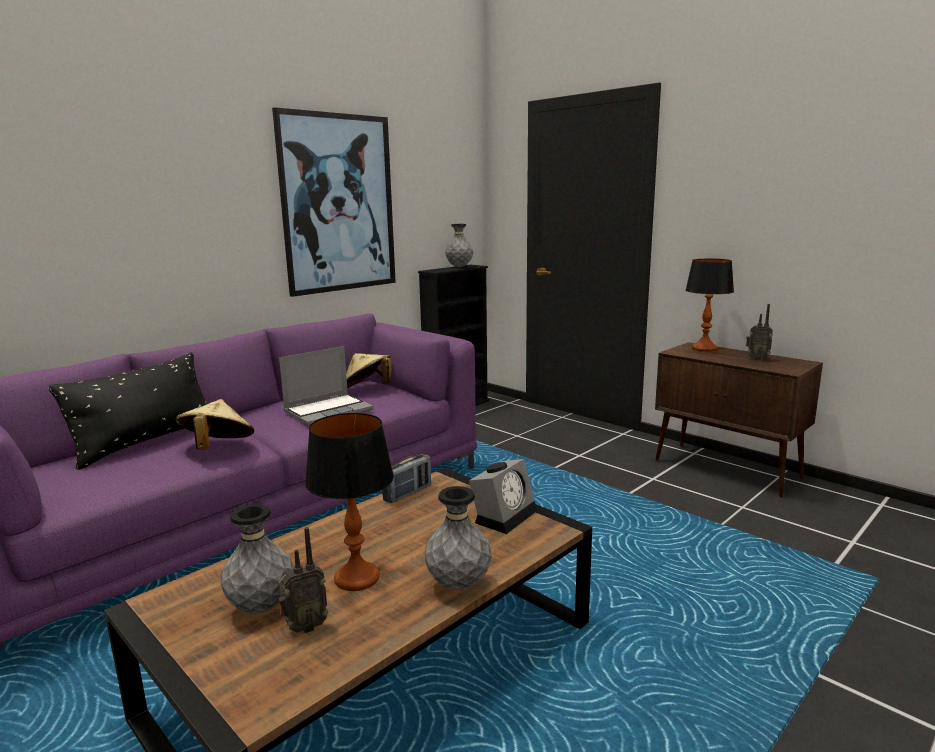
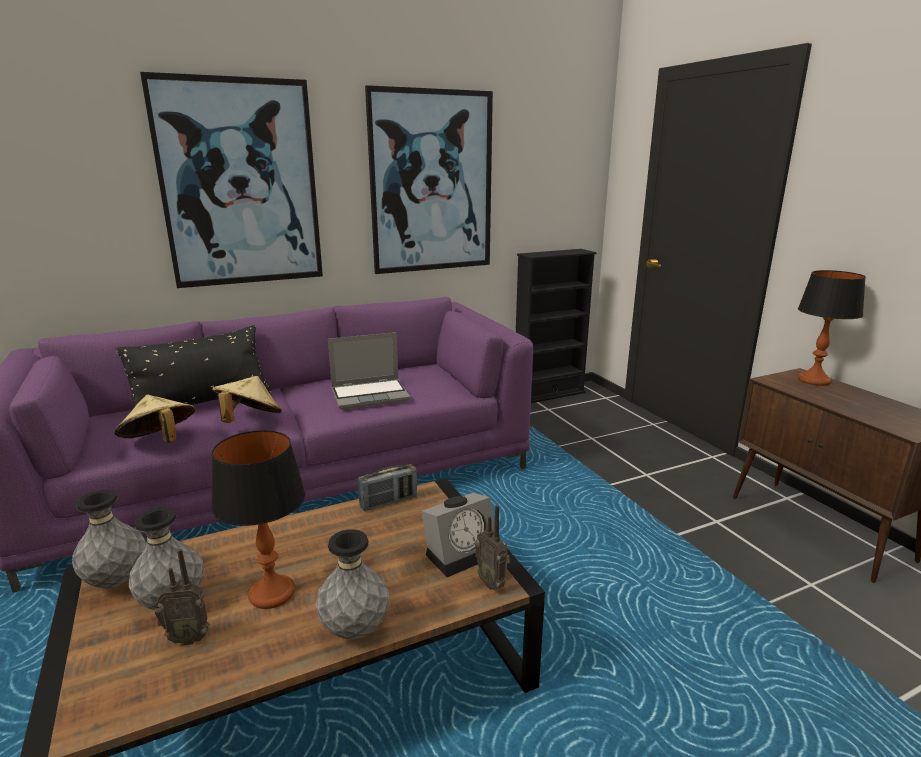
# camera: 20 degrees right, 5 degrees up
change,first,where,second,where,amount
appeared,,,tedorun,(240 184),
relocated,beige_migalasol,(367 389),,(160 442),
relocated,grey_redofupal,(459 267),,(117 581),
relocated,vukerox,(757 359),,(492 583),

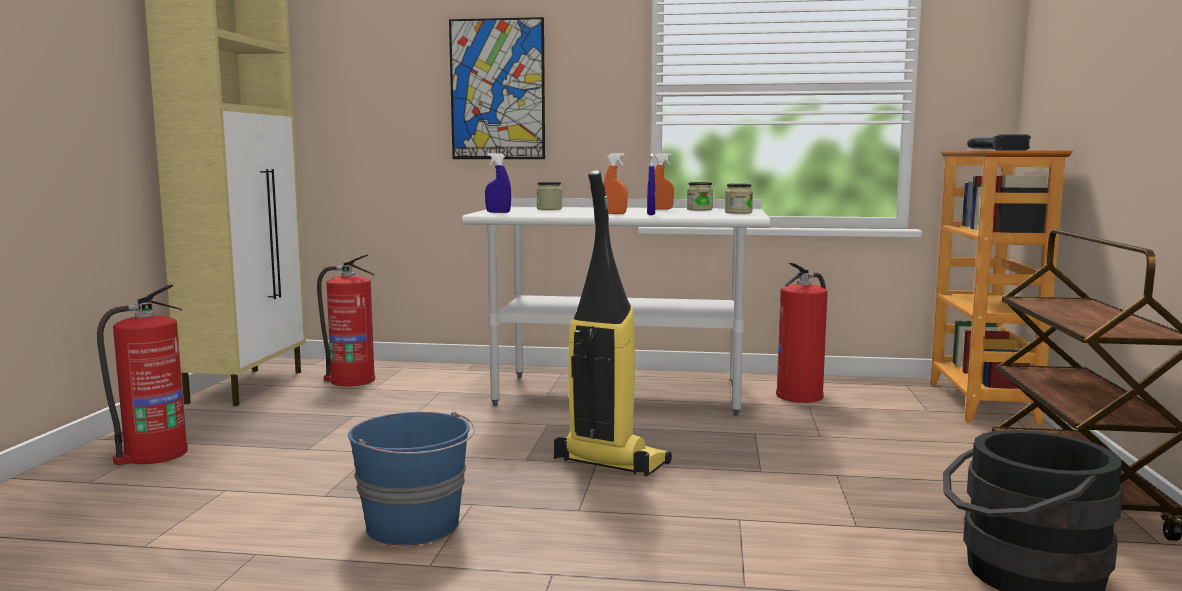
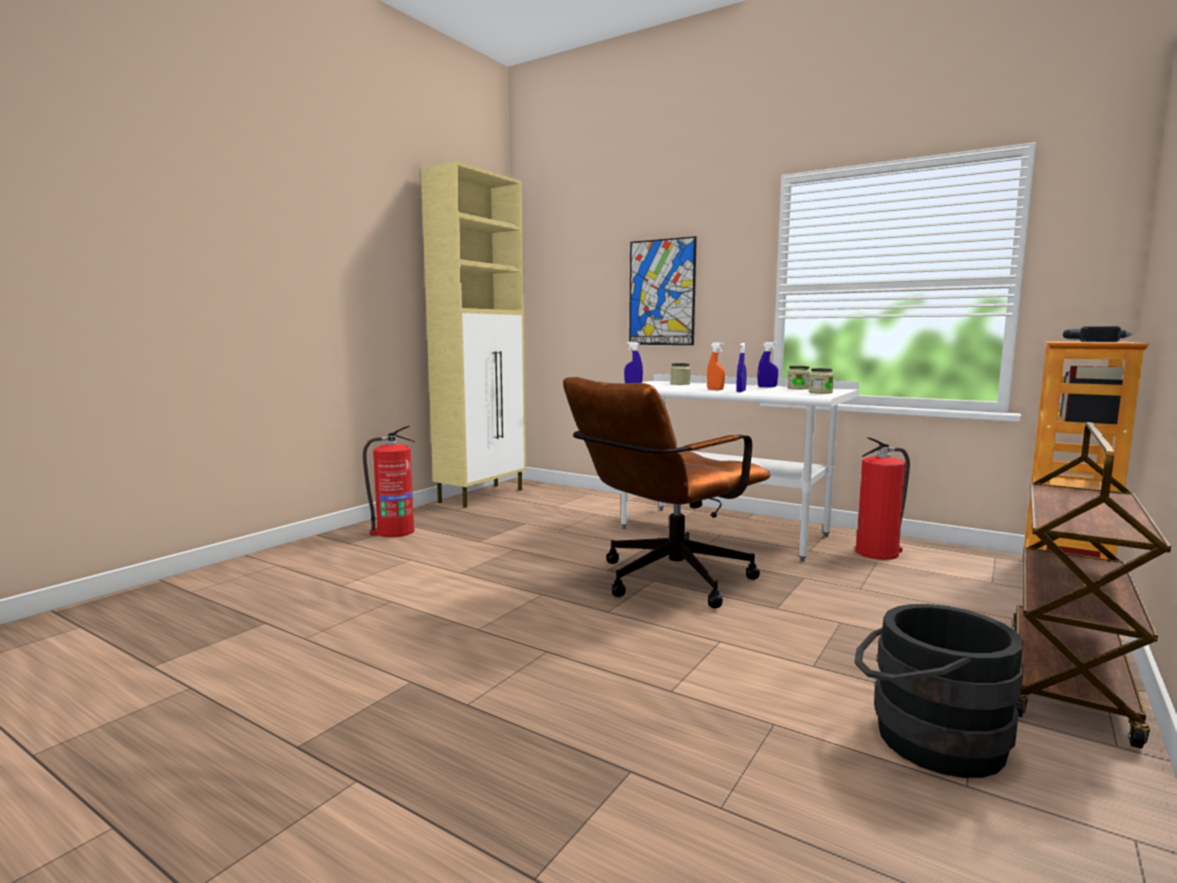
# camera: 25 degrees right, 0 degrees up
change,first,where,second,where,amount
missing,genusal,(351 380),,,
missing,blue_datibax,(414 525),,,
exchanged,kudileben,(609 463),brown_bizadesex,(664 582),
colour,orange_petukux,(661 209),blue_petukux,(767 387),

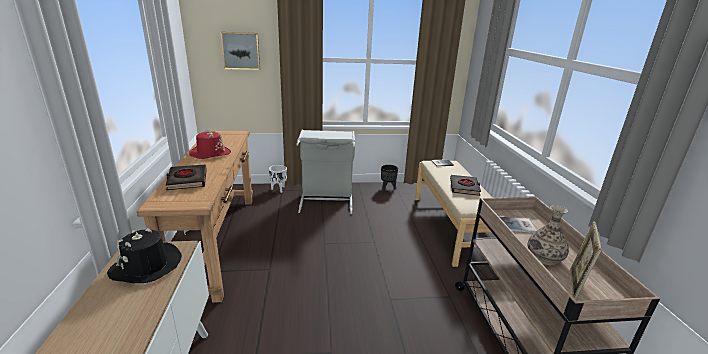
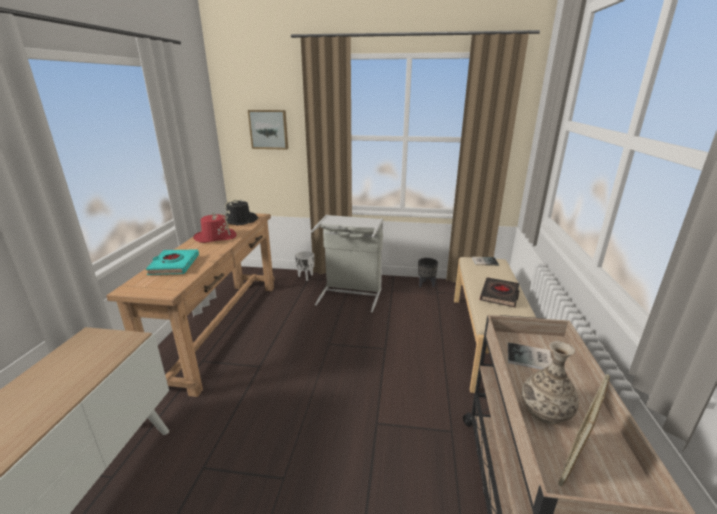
# camera: 15 degrees right, 0 degrees up
change,first,where,second,where,amount
relocated,black_migalasol,(146 266),,(239 221),
colour,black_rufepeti,(187 180),turquoise_rufepeti,(174 265),

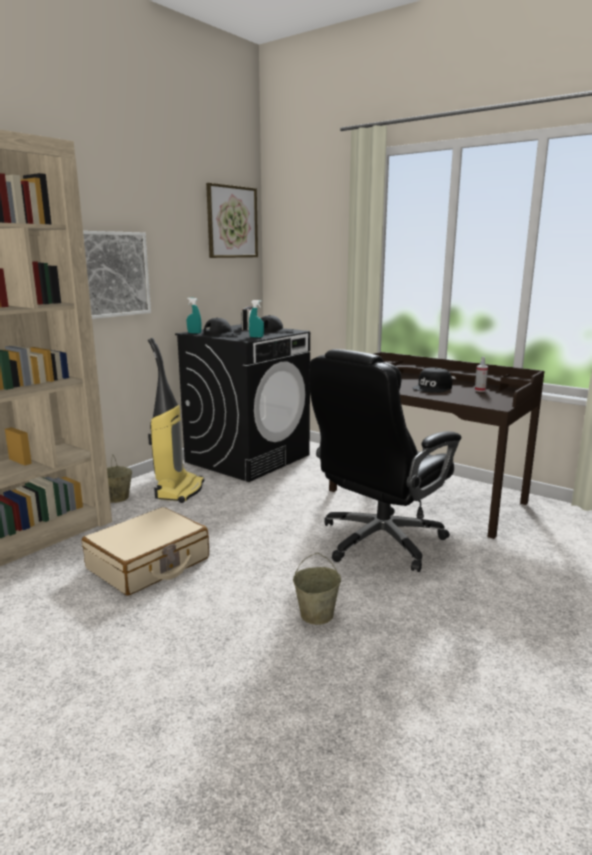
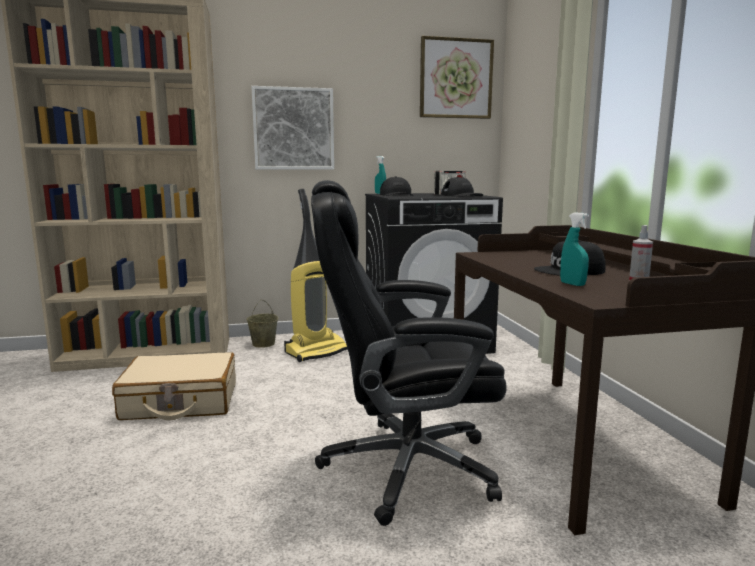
# camera: 40 degrees right, 5 degrees down
change,first,where,second,where,amount
missing,beige_datibax,(317 614),,,
relocated,turquoise_petukux,(256 337),,(572 284),

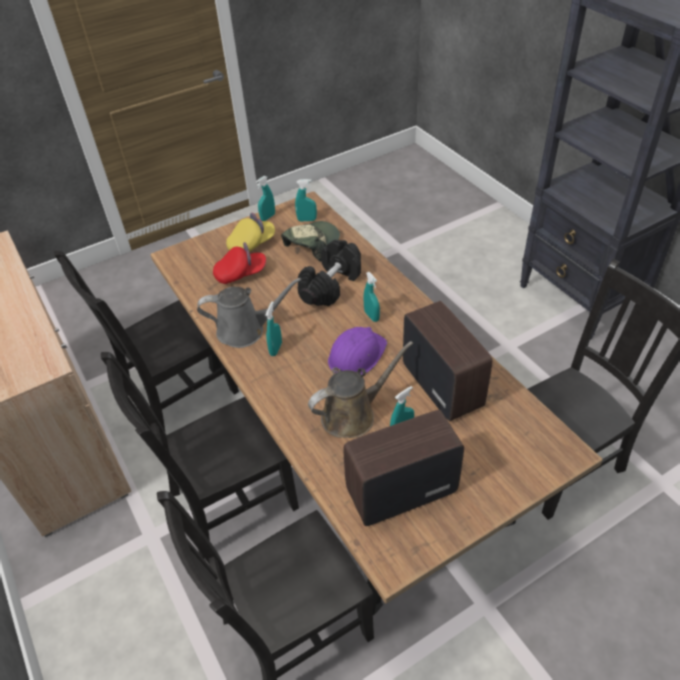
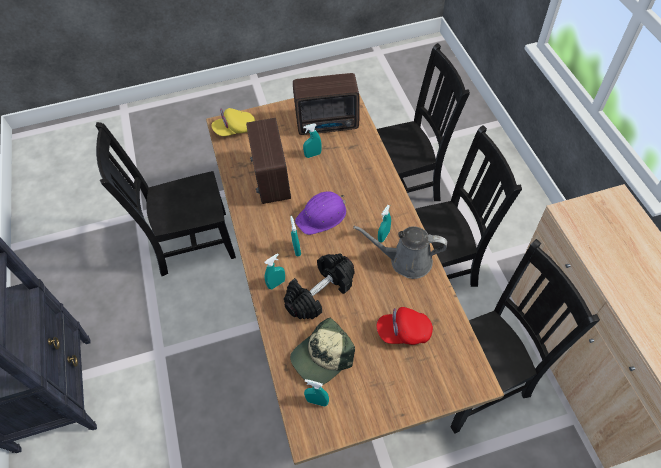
# camera: 165 degrees left, 10 degrees up
change,first,where,second,where,amount
missing,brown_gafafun,(353 415),,,
relocated,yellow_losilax,(252 244),,(235 129),
relocated,turquoise_petukux,(268 217),,(276 283),

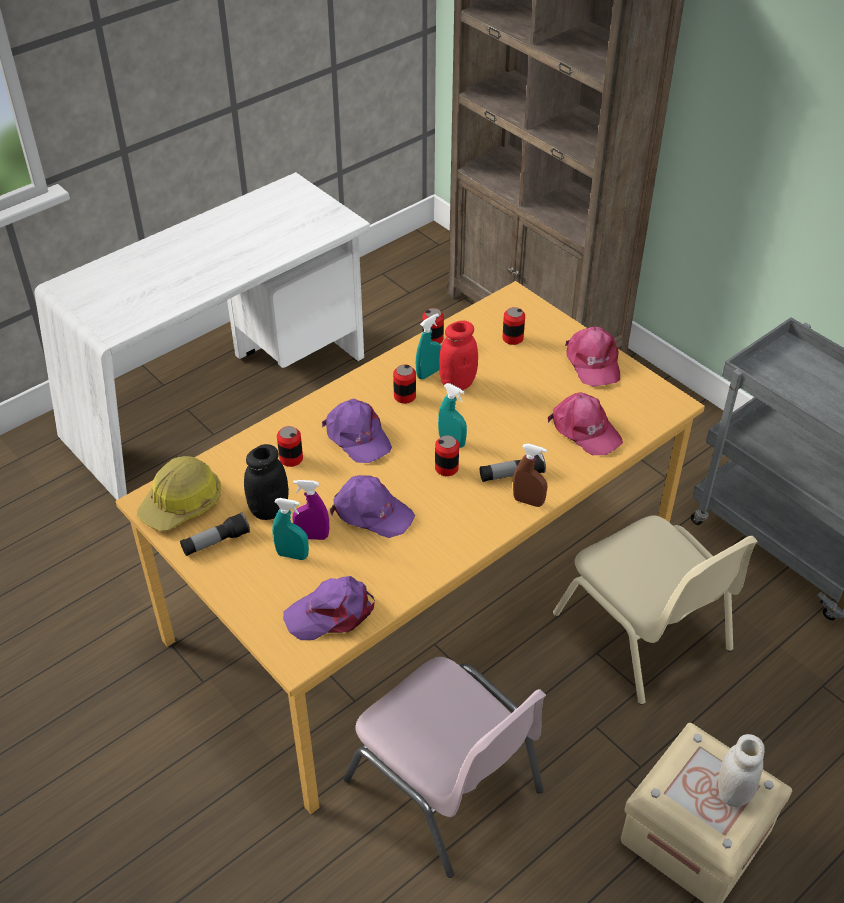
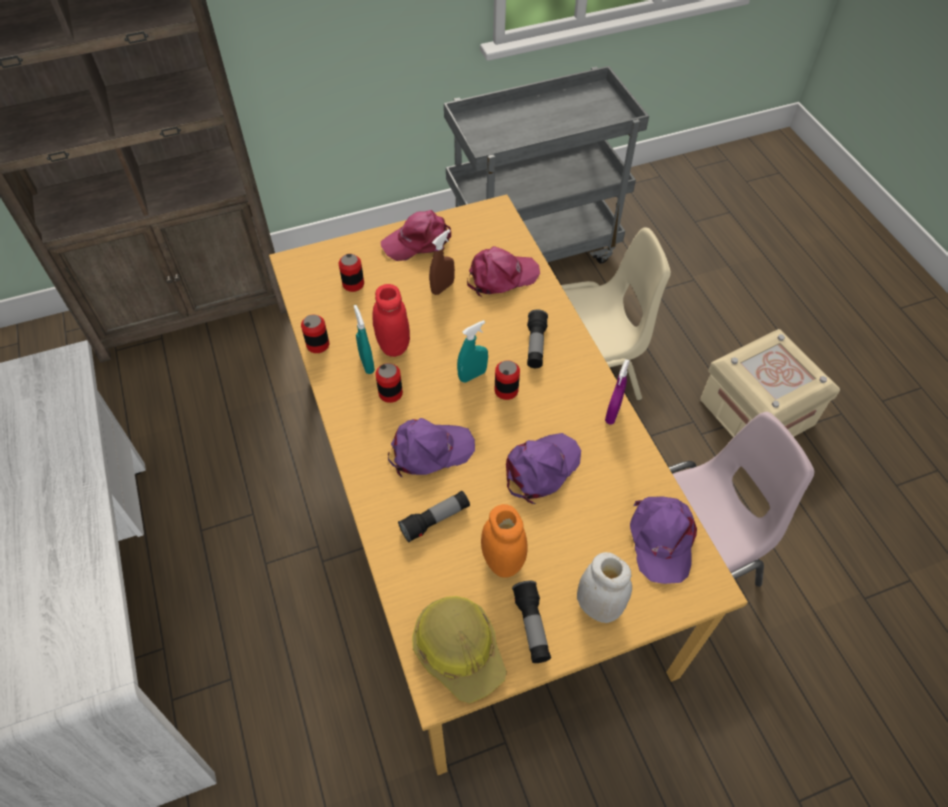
# camera: 70 degrees left, 10 degrees up
change,first,where,second,where,amount
missing,turquoise_petukux,(292 555),,,
relocated,purple_petukux,(312 536),,(612 413),
relocated,brown_petukux,(528 501),,(442 287),
relocated,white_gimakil,(733 792),,(598 606),
exchanged,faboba,(291 459),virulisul,(435 520),
colour,black_gimakil,(269 509),orange_gimakil,(502 561),
spun,pink_losilax,(592 362),,(418 241),150 degrees clockwise

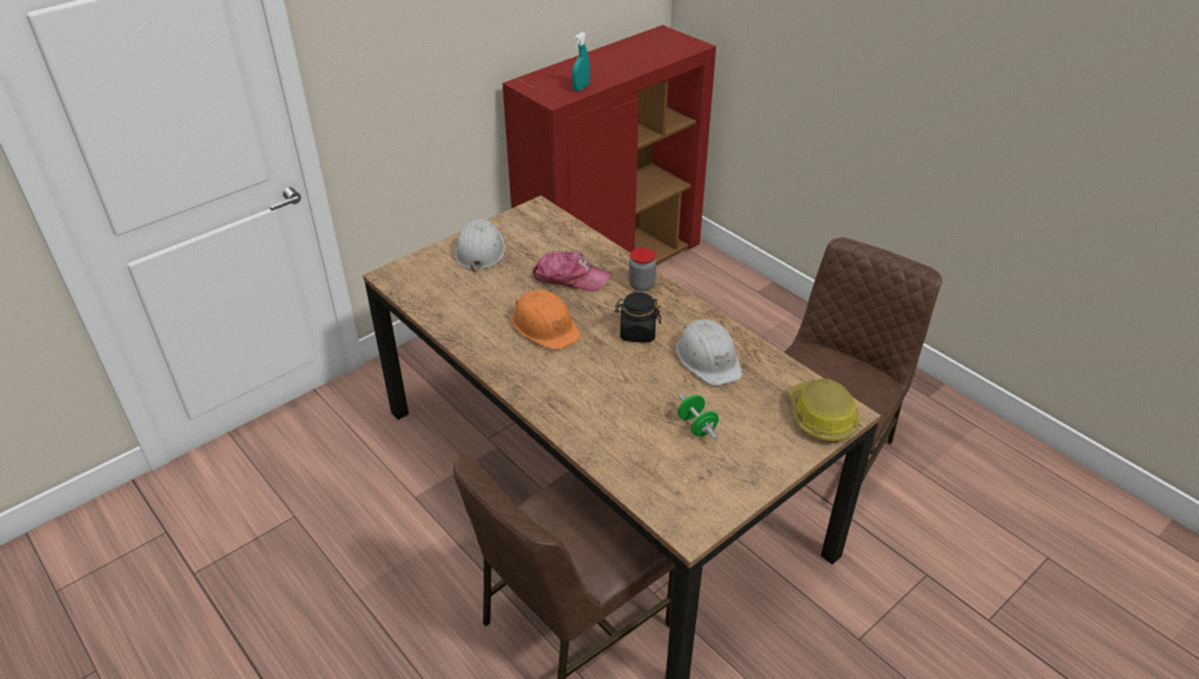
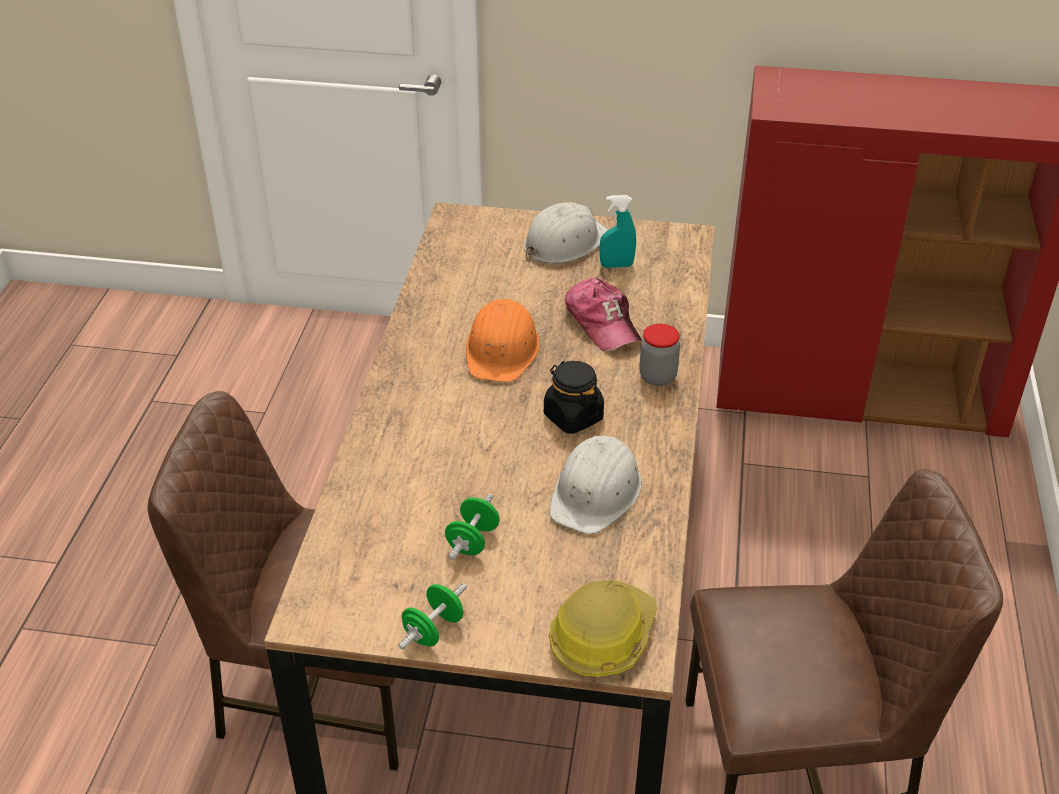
# camera: 50 degrees right, 0 degrees up
change,first,where,second,where,amount
appeared,,,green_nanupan,(433 629),
relocated,turquoise_petukux,(581 88),,(616 265),

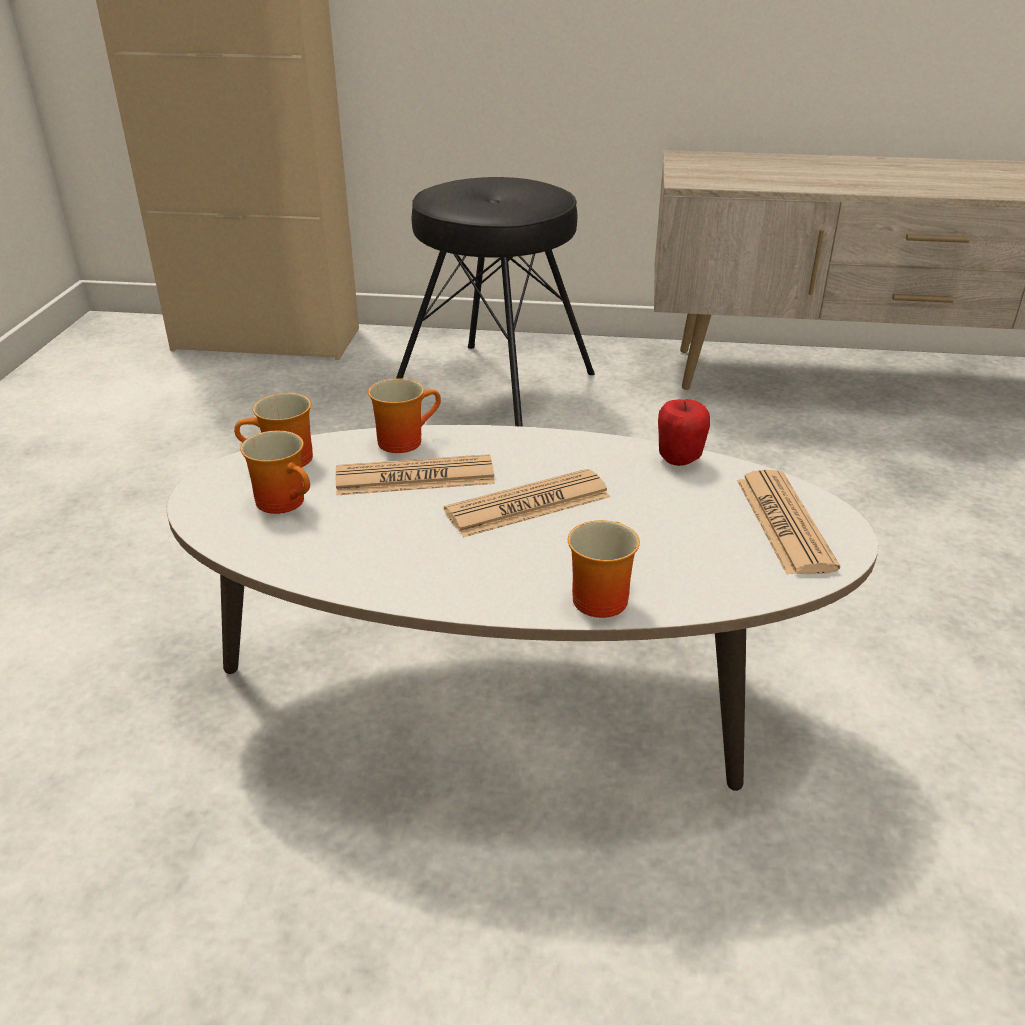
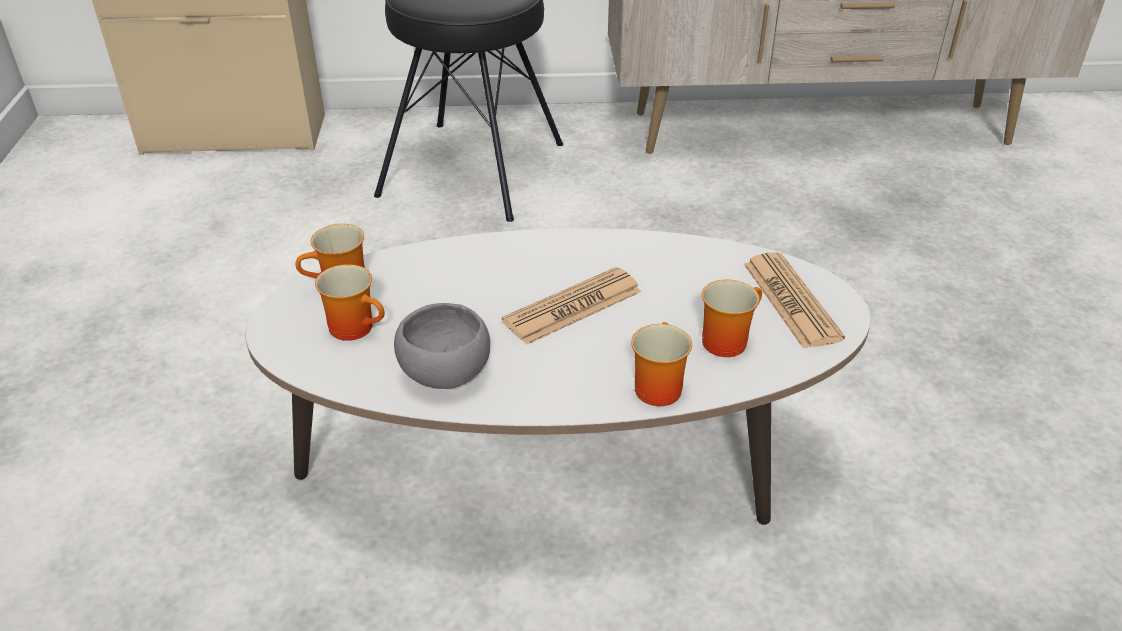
# camera: 10 degrees left, 5 degrees up
change,first,where,second,where,amount
missing,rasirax,(415 477),,,
missing,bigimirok,(679 460),,,
appeared,,,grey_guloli,(445 375),
relocated,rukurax,(403 440),,(725 339),

